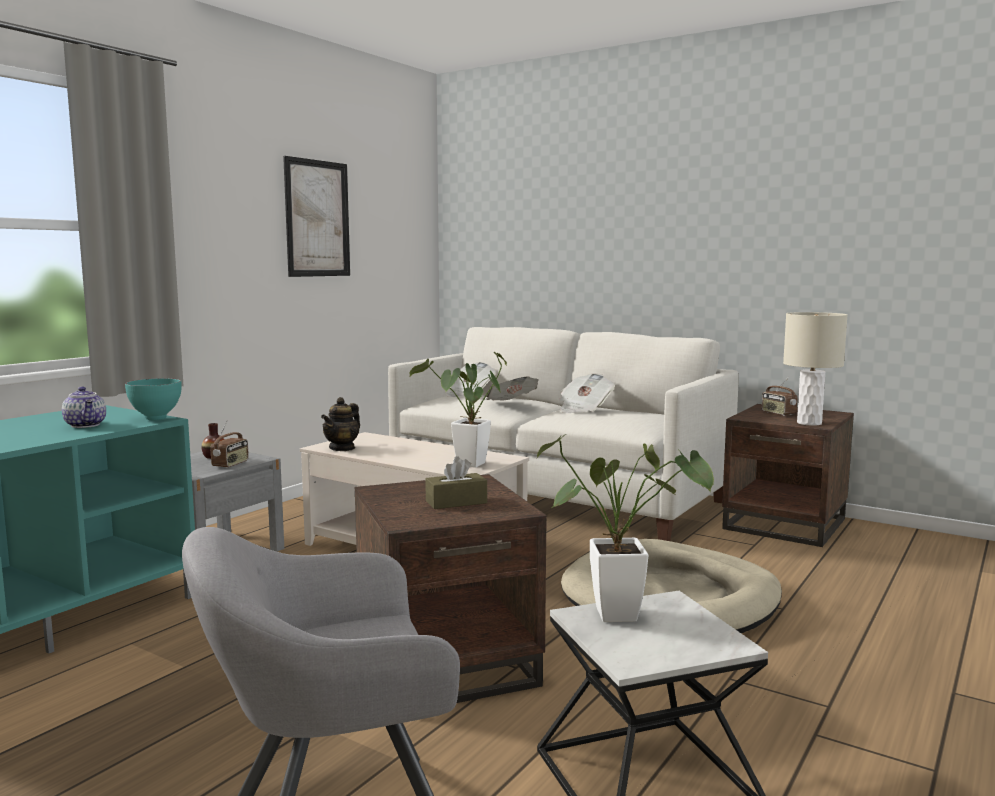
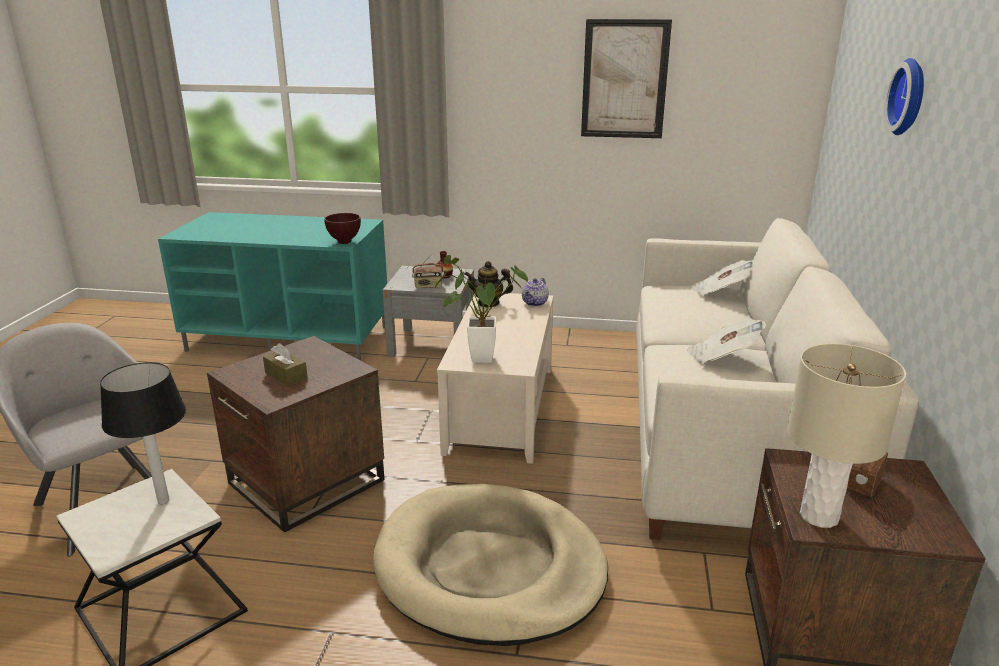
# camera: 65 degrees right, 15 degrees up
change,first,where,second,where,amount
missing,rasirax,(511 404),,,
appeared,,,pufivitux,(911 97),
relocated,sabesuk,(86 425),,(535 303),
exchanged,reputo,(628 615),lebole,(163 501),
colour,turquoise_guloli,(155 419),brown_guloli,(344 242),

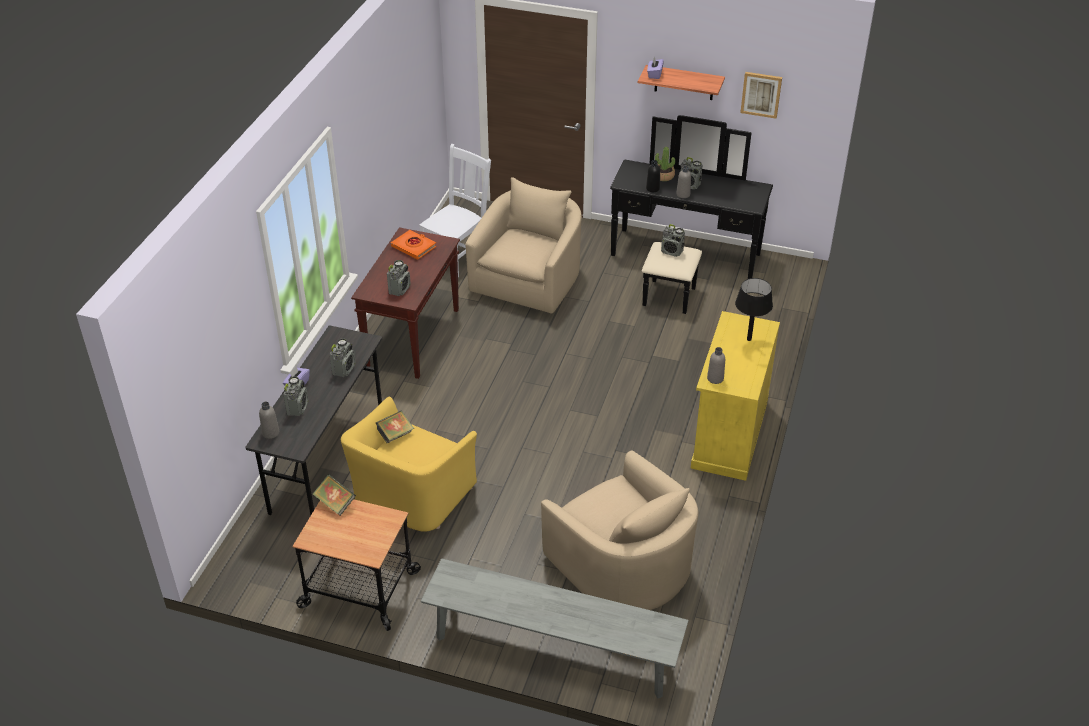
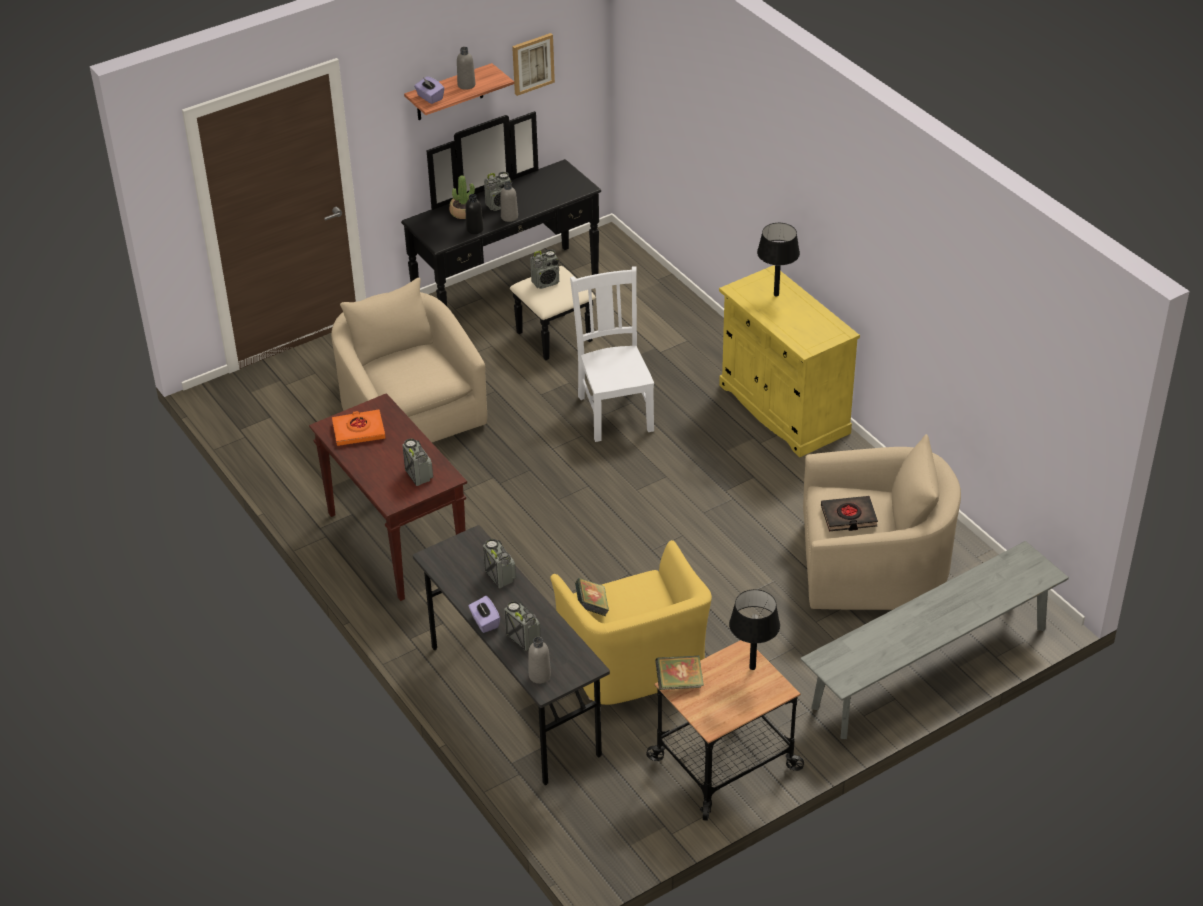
# camera: 50 degrees left, 0 degrees up
change,first,where,second,where,amount
appeared,,,black_lebole,(752 667),
appeared,,,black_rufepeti,(848 517),
relocated,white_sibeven,(458 256),,(615 411),
relocated,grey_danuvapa,(715 378),,(466 85),

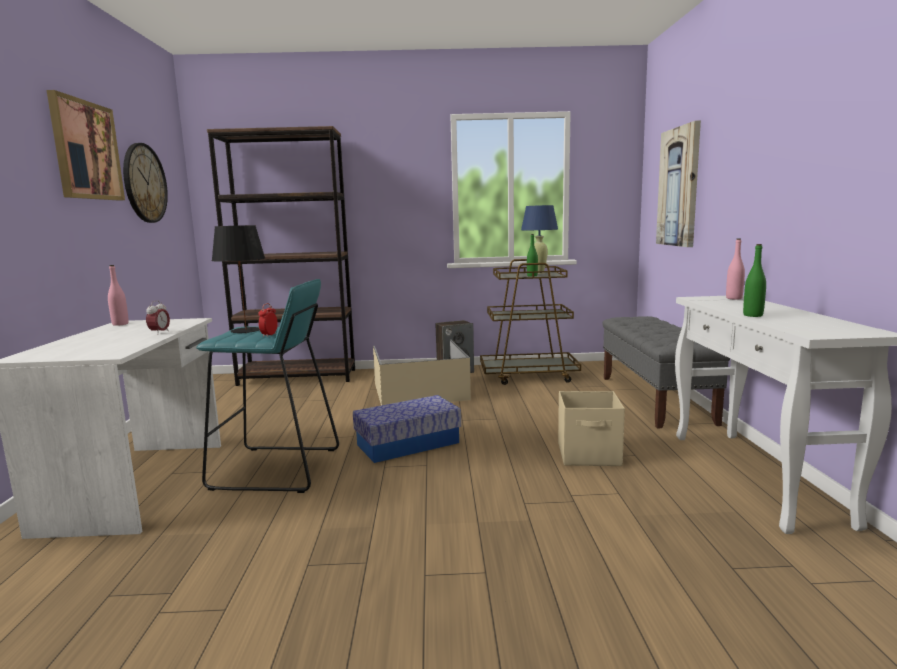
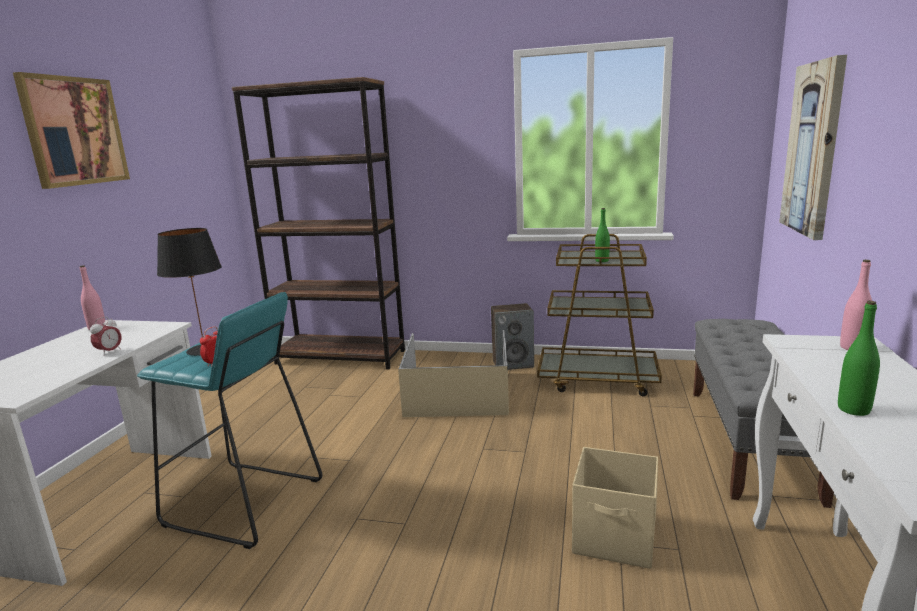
# camera: 15 degrees right, 5 degrees up
change,first,where,second,where,amount
missing,pufivitux,(144 183),,,
missing,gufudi,(408 444),,,
missing,blue_lebole,(539 273),,,

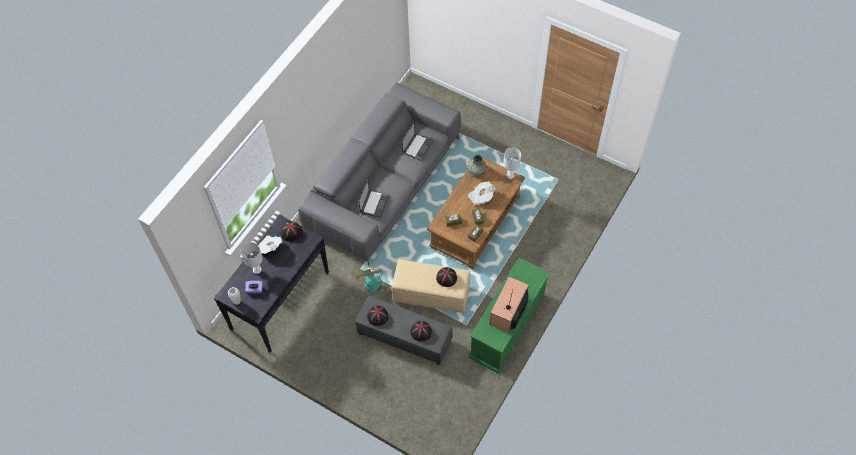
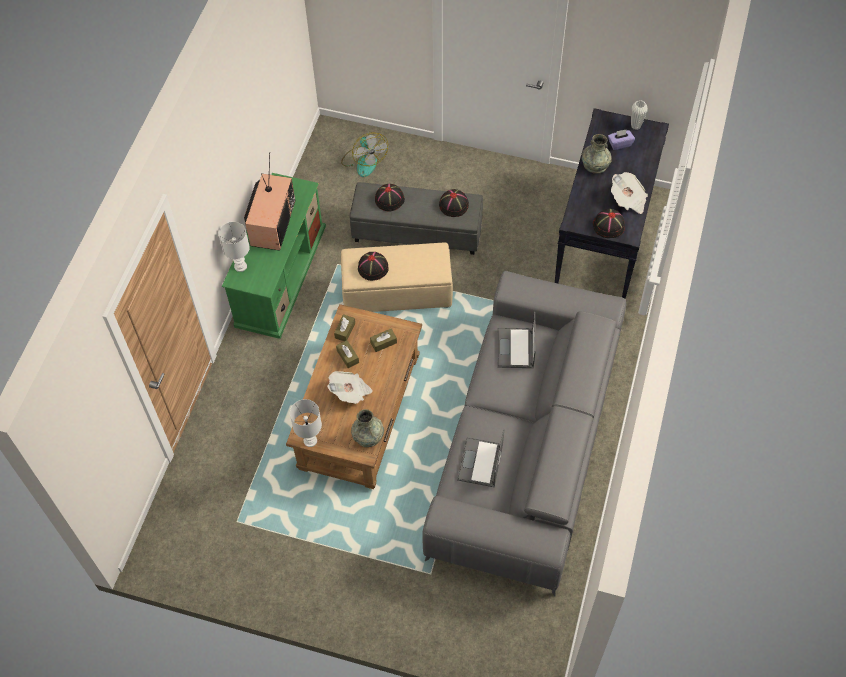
# camera: 165 degrees right, 0 degrees up
change,first,where,second,where,amount
appeared,,,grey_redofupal,(595 165),
relocated,white_lebole,(257 269),,(240 267),
relocated,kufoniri,(374 288),,(364 161),

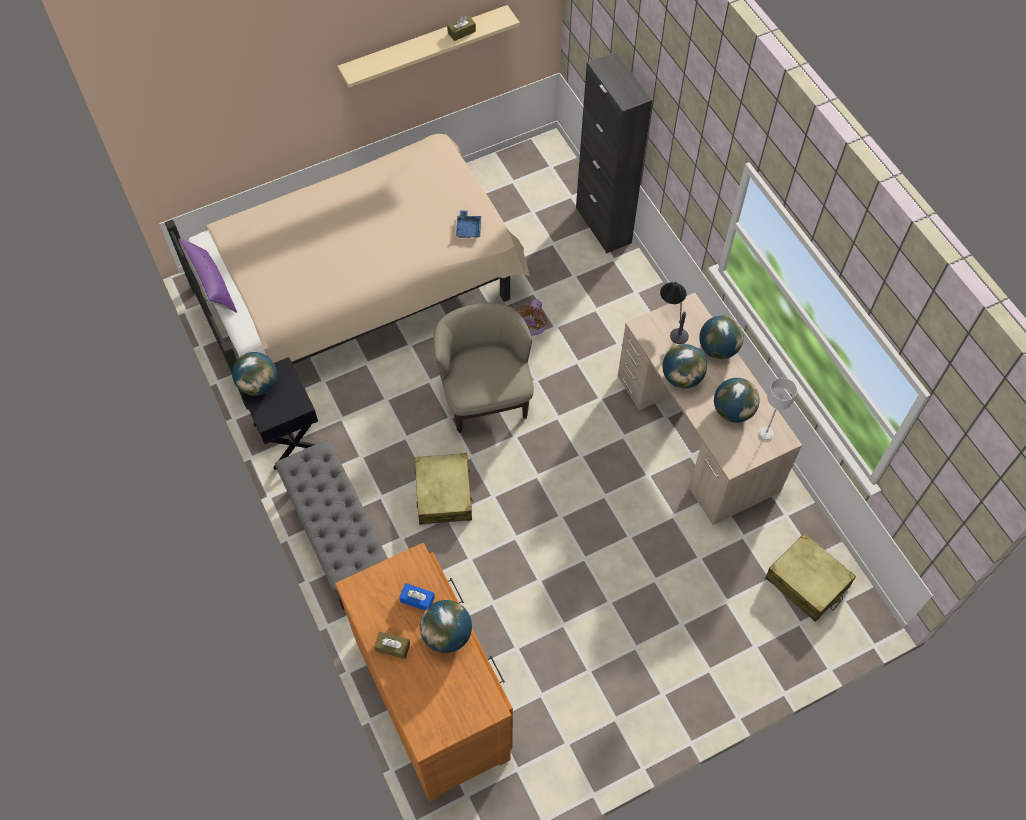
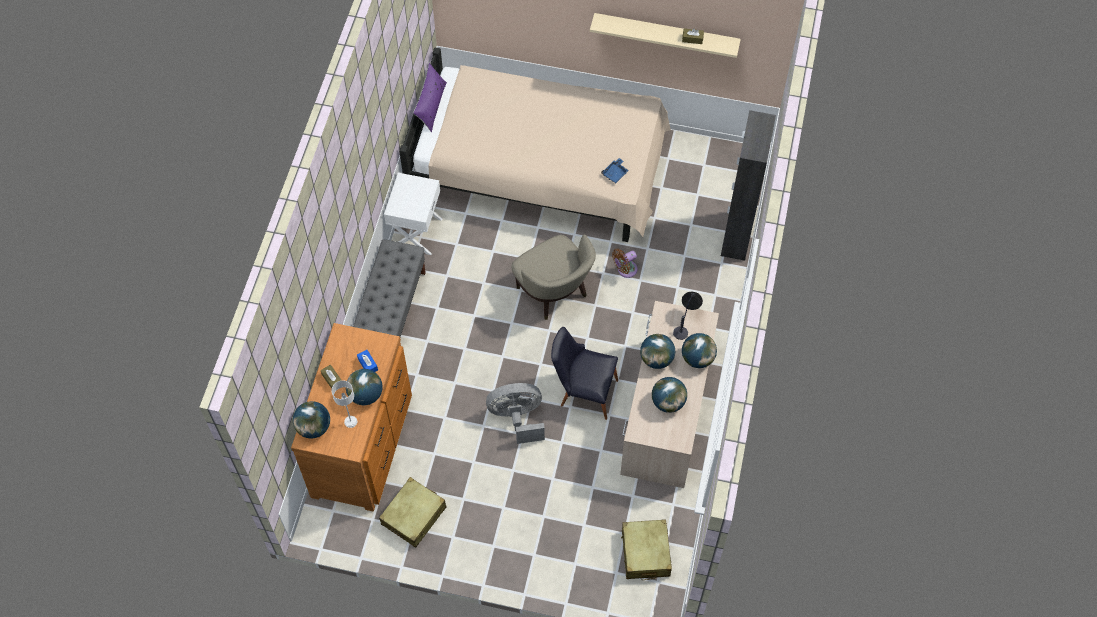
# camera: 40 degrees right, 0 degrees up
change,first,where,second,where,amount
appeared,,,grey_kufoniri,(517 418),
appeared,,,black_sibeven,(583 391),
relocated,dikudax,(258 384),,(314 427),
relocated,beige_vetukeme,(444 494),,(414 516),
relocated,grey_lebole,(765 434),,(350 421),
colour,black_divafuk,(288 436),white_divafuk,(416 232),
spun,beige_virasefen,(485 396),,(554 292),120 degrees clockwise

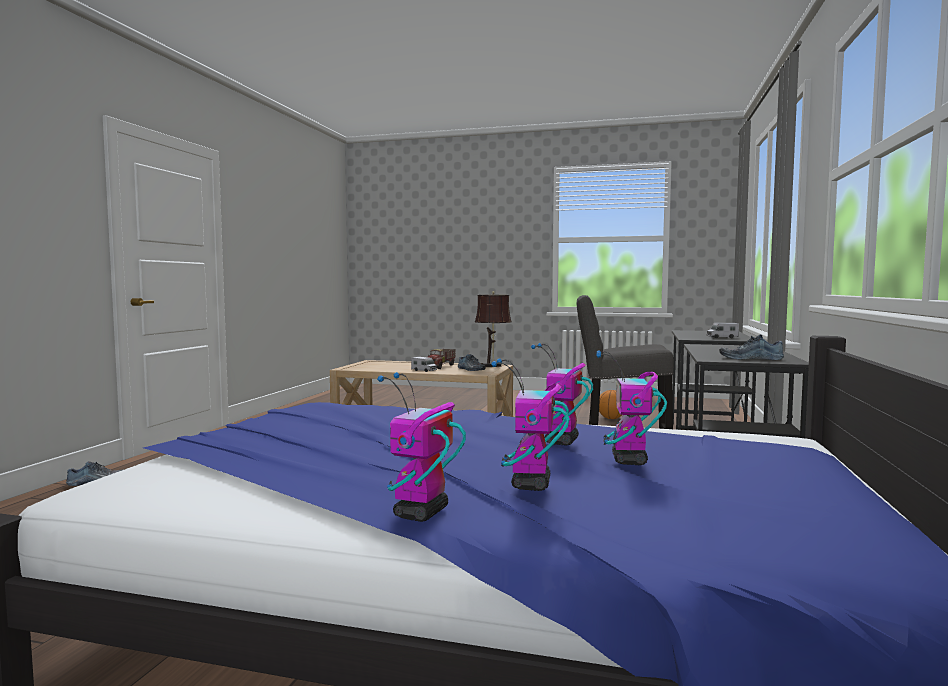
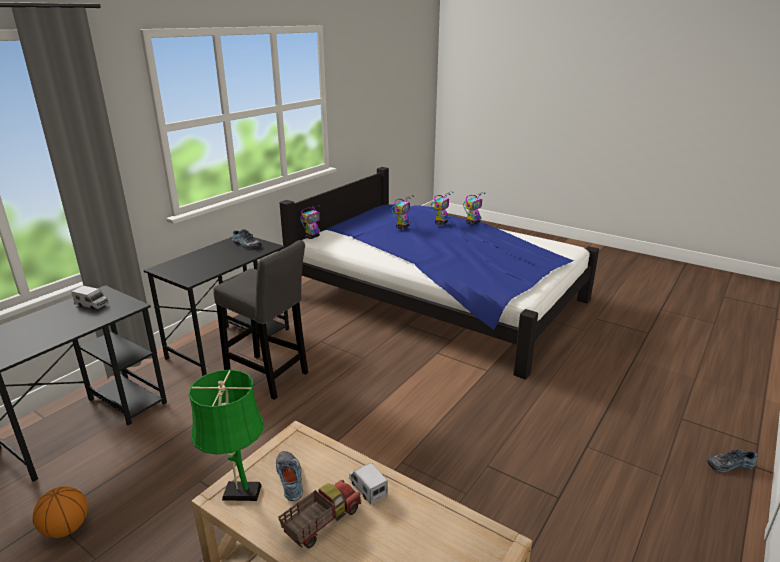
# camera: 160 degrees left, 20 degrees up
change,first,where,second,where,amount
relocated,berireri,(561 441),,(312 237),
colour,brown_lebole,(492 366),green_lebole,(238 492),

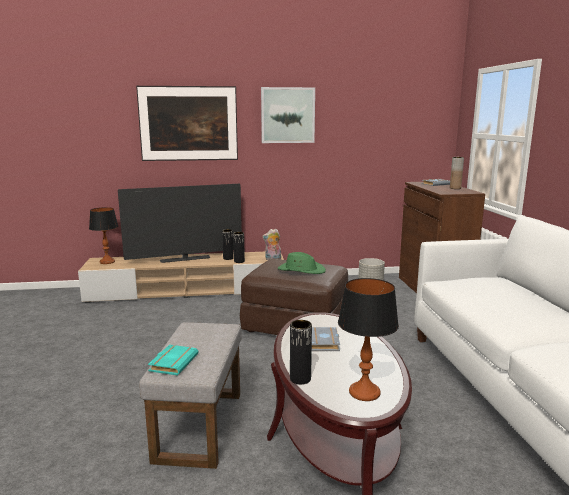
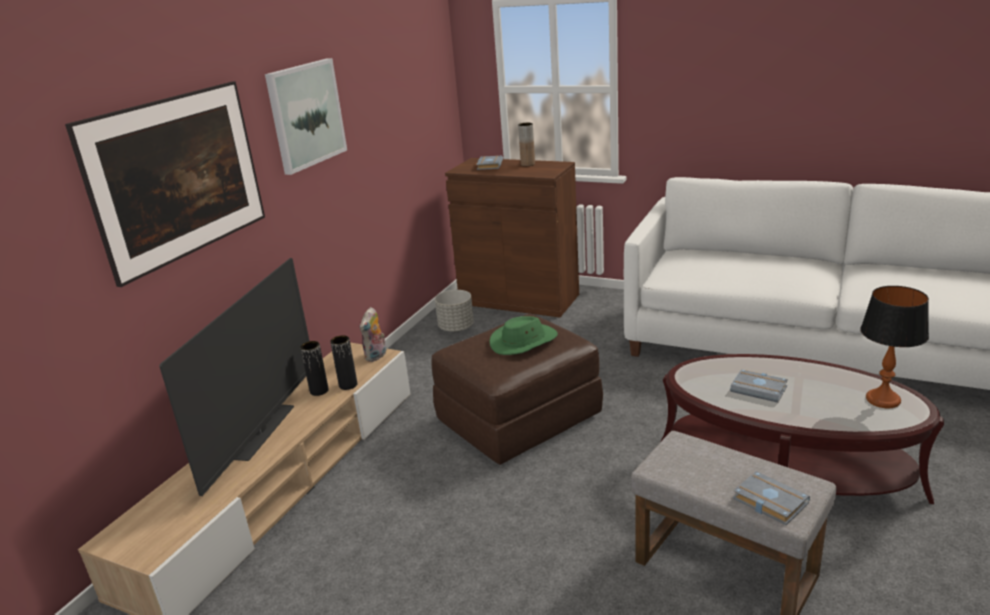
# camera: 55 degrees left, 10 degrees up
change,first,where,second,where,amount
missing,lebole,(107 262),,,
missing,black_redofupal,(300 379),,,
colour,turquoise_rufepeti,(173 362),grey_rufepeti,(768 502),

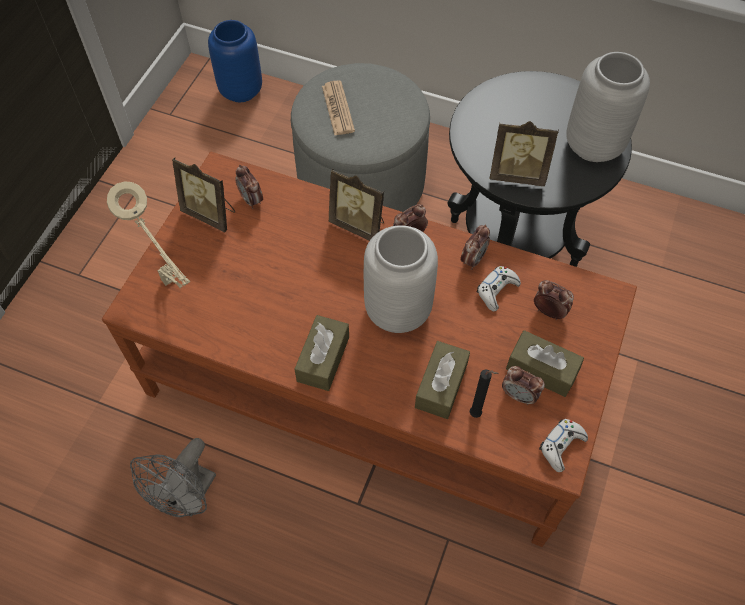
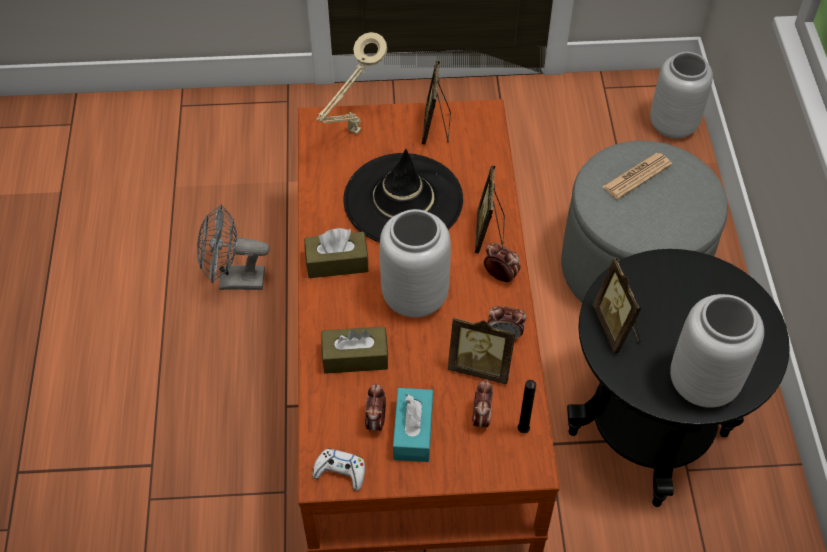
# camera: 65 degrees right, 5 degrees down
change,first,where,second,where,amount
missing,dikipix,(251 200),,,
appeared,,,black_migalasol,(403 200),
relocated,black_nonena,(477 414),,(523 432),
exchanged,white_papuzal,(497 290),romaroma,(480 366),
colour,blue_redofupal,(240 90),grey_redofupal,(673 125),
colour,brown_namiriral,(541 369),turquoise_namiriral,(413 431),

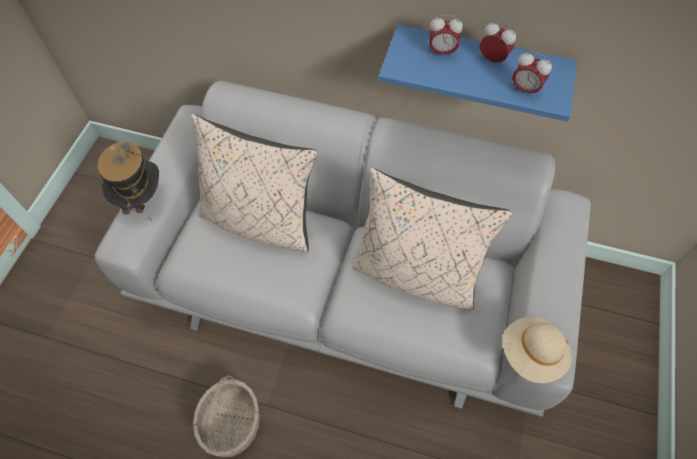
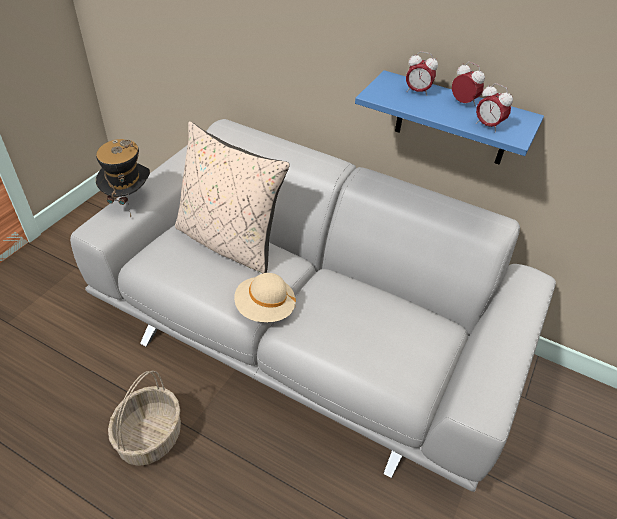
# camera: 10 degrees right, 15 degrees down
change,first,where,second,where,amount
missing,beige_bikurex,(416 274),,,
relocated,beige_migalasol,(532 354),,(265 309),

